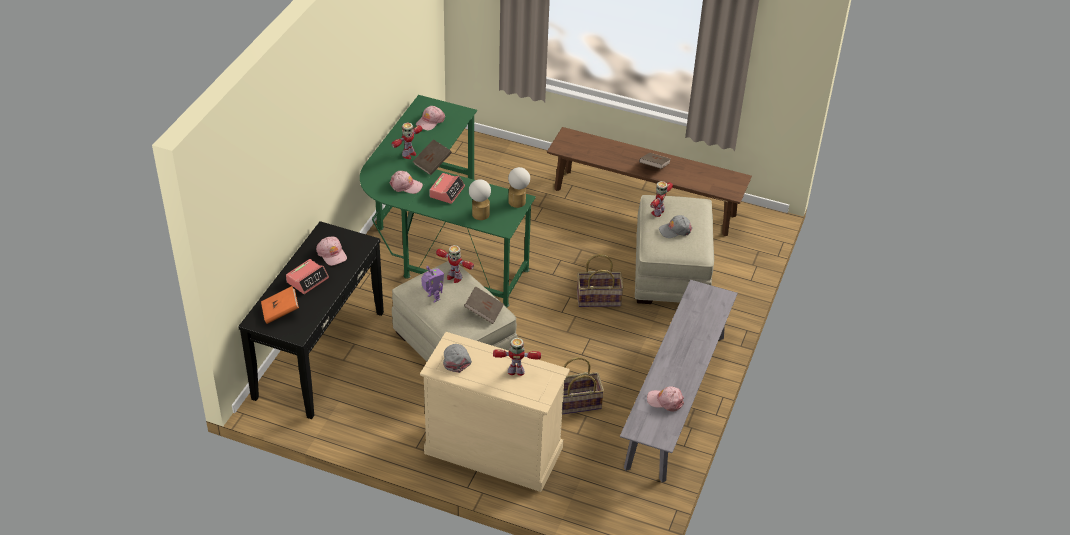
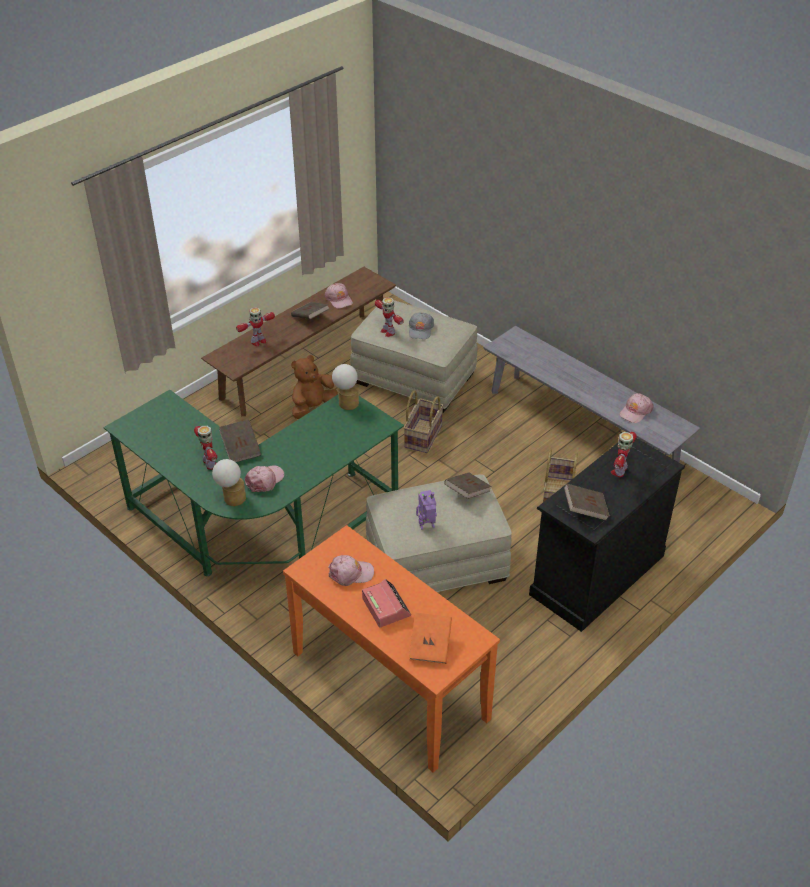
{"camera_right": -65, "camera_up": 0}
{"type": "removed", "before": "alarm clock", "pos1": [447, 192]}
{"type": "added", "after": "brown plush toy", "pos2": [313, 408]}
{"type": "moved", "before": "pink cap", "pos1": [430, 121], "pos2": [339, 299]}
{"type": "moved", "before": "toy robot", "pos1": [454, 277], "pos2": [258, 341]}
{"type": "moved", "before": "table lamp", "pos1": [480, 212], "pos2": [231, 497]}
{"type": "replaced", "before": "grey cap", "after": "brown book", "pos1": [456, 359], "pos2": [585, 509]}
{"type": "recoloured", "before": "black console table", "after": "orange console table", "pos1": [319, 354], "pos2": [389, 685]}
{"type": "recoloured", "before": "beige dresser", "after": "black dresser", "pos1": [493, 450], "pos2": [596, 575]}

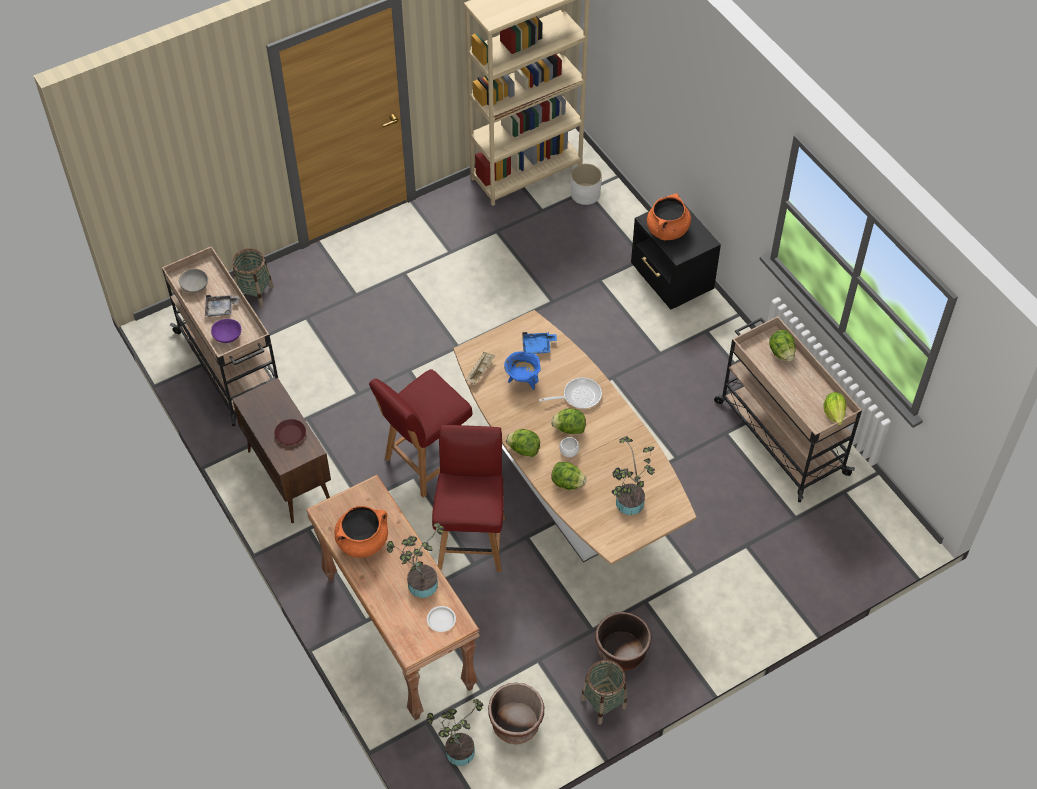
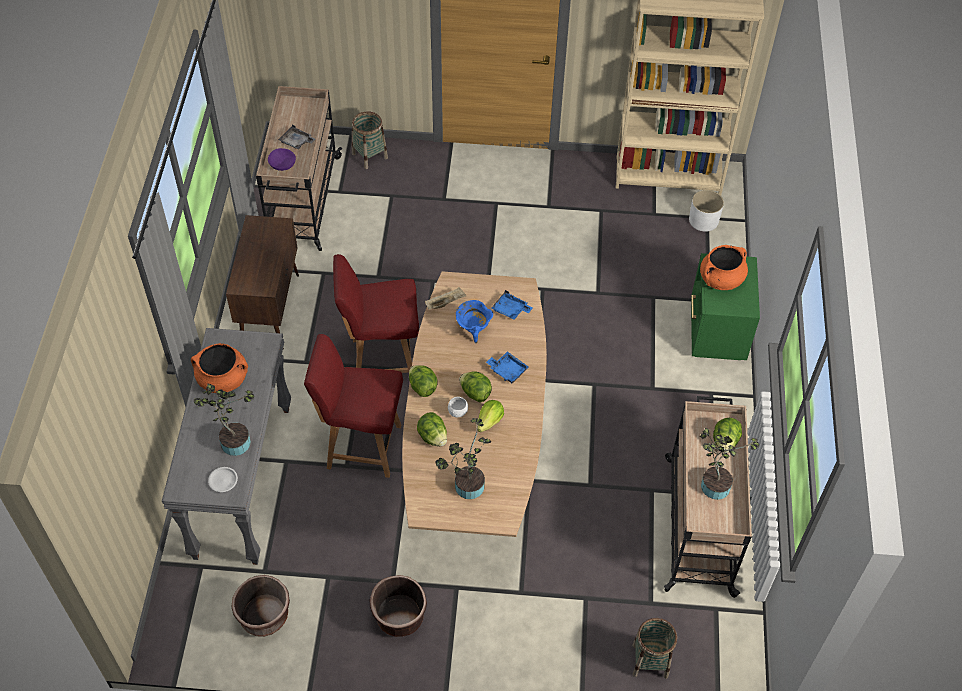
{"camera_right": 35, "camera_up": 0}
{"type": "removed", "before": "grey bowl", "pos1": [195, 286]}
{"type": "removed", "before": "brown plate", "pos1": [290, 434]}
{"type": "moved", "before": "potted plant", "pos1": [456, 751], "pos2": [712, 484]}
{"type": "moved", "before": "basket", "pos1": [603, 703], "pos2": [650, 661]}
{"type": "moved", "before": "lettuce", "pos1": [834, 413], "pos2": [490, 421]}
{"type": "replaced", "before": "frying pan", "after": "blue tray", "pos1": [578, 396], "pos2": [507, 370]}
{"type": "recoloured", "before": "brown console table", "after": "grey console table", "pos1": [397, 632], "pos2": [242, 481]}
{"type": "recoloured", "before": "black nightstand", "after": "green nightstand", "pos1": [671, 281], "pos2": [715, 334]}
{"type": "turned", "before": "red chair", "pos1": [471, 540], "pos2": [362, 446], "turn": -120}

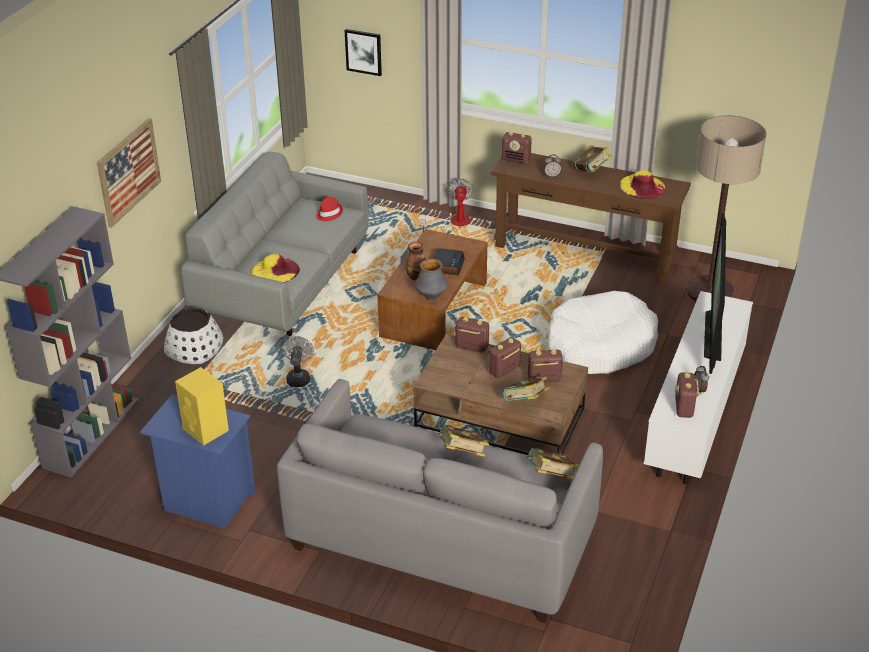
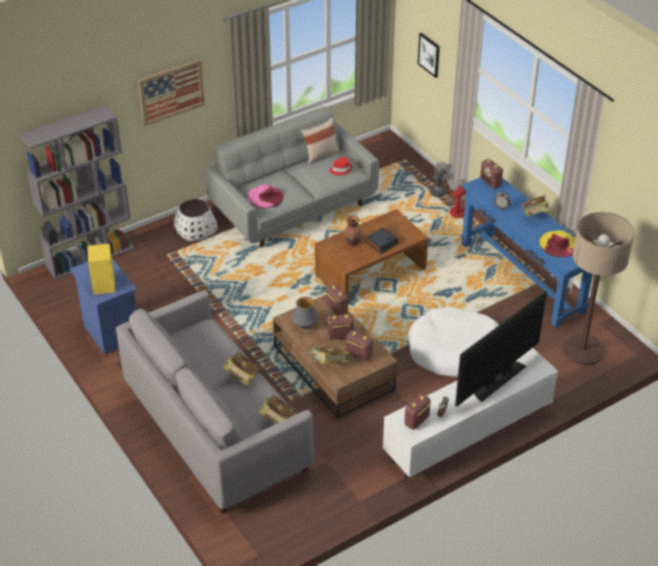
{"camera_right": 35, "camera_up": 5}
{"type": "added", "after": "beige pillow", "pos2": [320, 155]}
{"type": "moved", "before": "grey fan", "pos1": [298, 377], "pos2": [439, 190]}
{"type": "moved", "before": "vase", "pos1": [431, 297], "pos2": [305, 326]}
{"type": "recoloured", "before": "yellow hat", "after": "pink hat", "pos1": [275, 271], "pos2": [265, 197]}
{"type": "recoloured", "before": "brown console table", "after": "blue console table", "pos1": [584, 253], "pos2": [521, 277]}

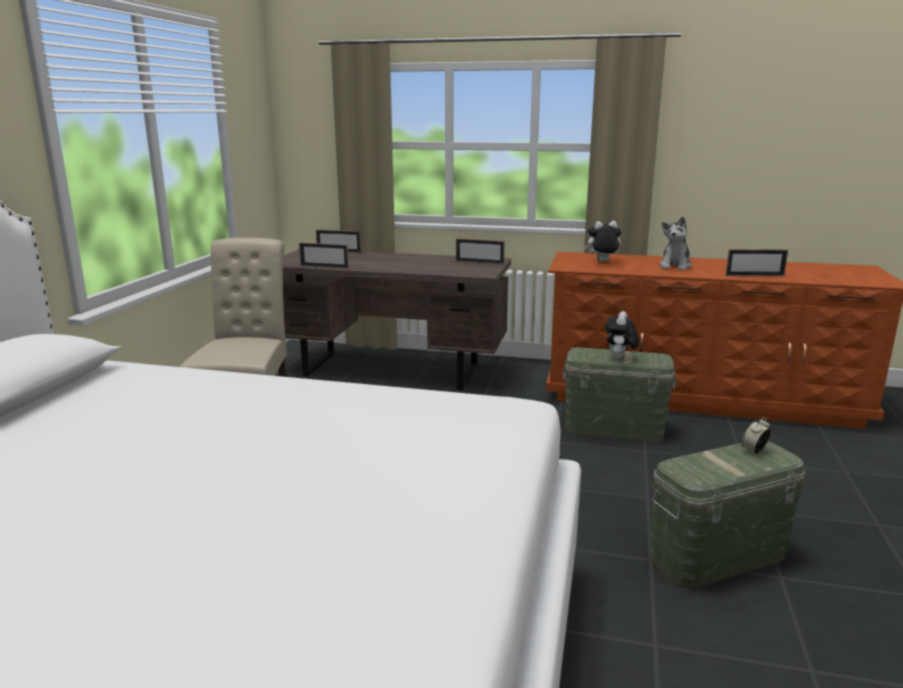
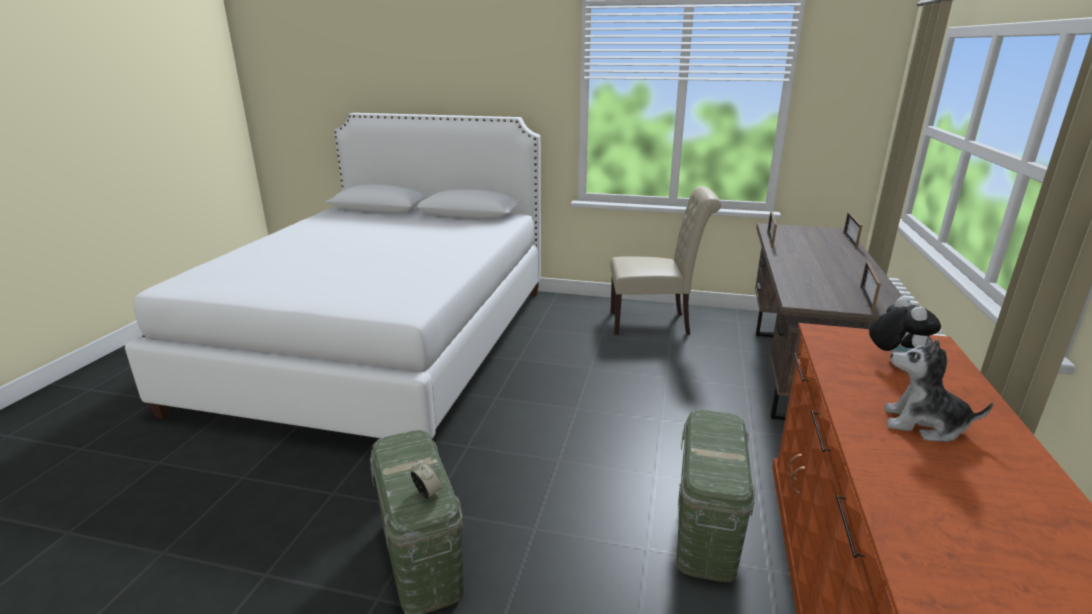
{"camera_right": 90, "camera_up": 5}
{"type": "removed", "before": "plush toy", "pos1": [619, 358]}
{"type": "removed", "before": "picture frame", "pos1": [754, 275]}

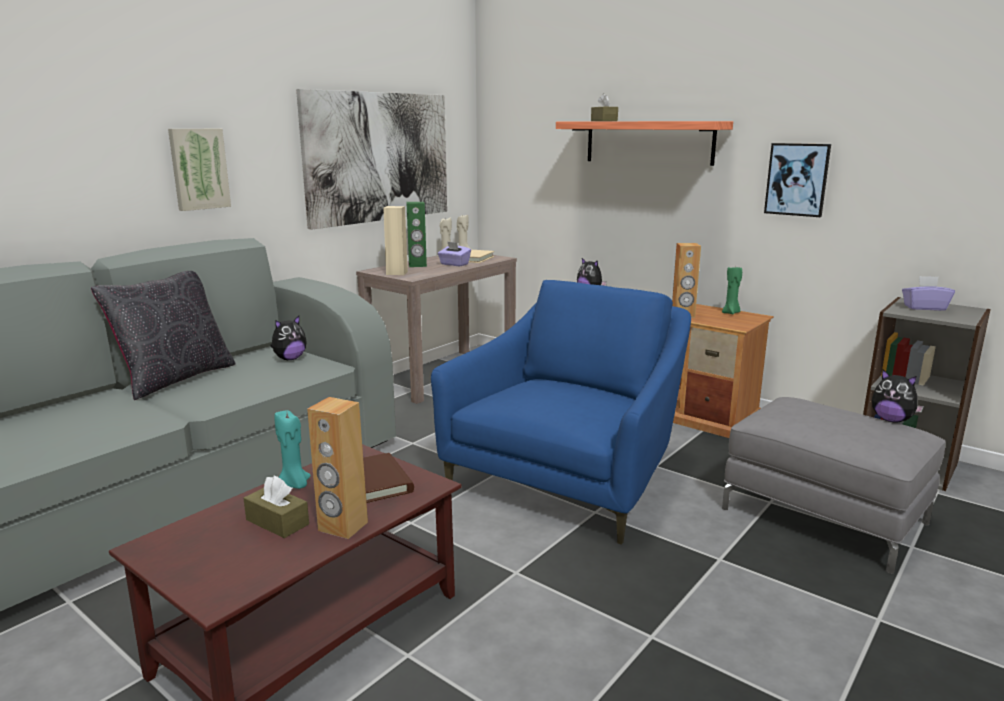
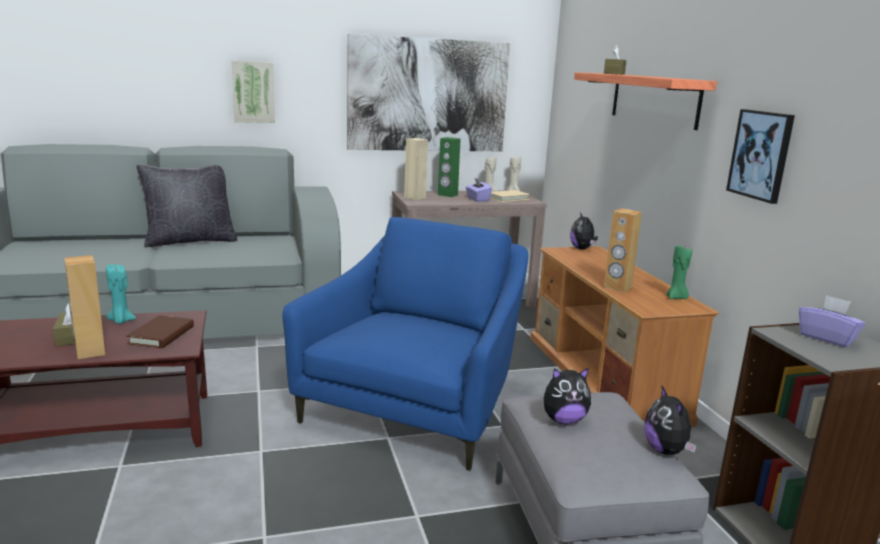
{"camera_right": 35, "camera_up": 0}
{"type": "moved", "before": "plush toy", "pos1": [289, 359], "pos2": [563, 420]}
{"type": "turned", "before": "blue armchair", "pos1": [570, 477], "pos2": [417, 406], "turn": -45}

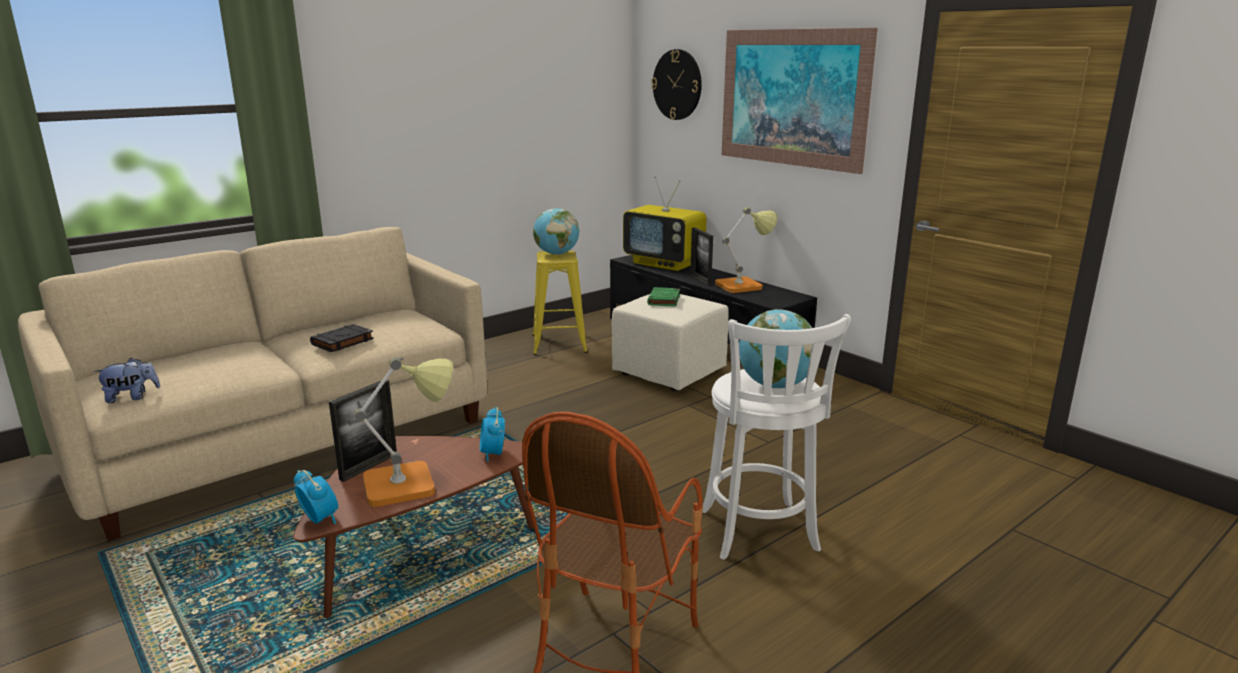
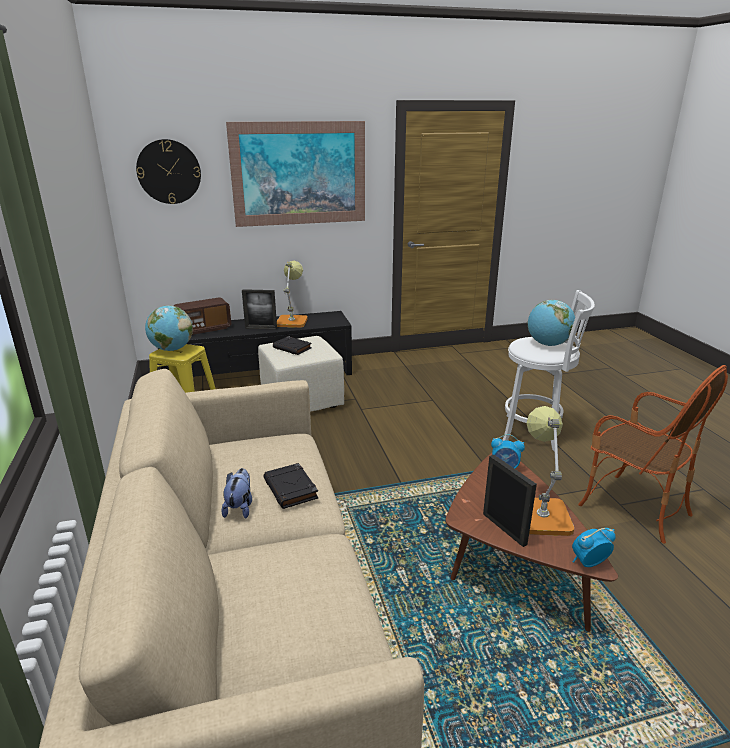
{"camera_right": -65, "camera_up": 5}
{"type": "moved", "before": "plush toy", "pos1": [132, 397], "pos2": [240, 507]}
{"type": "replaced", "before": "television", "after": "radio", "pos1": [665, 263], "pos2": [204, 329]}
{"type": "recoloured", "before": "green book", "after": "black book", "pos1": [664, 300], "pos2": [292, 348]}

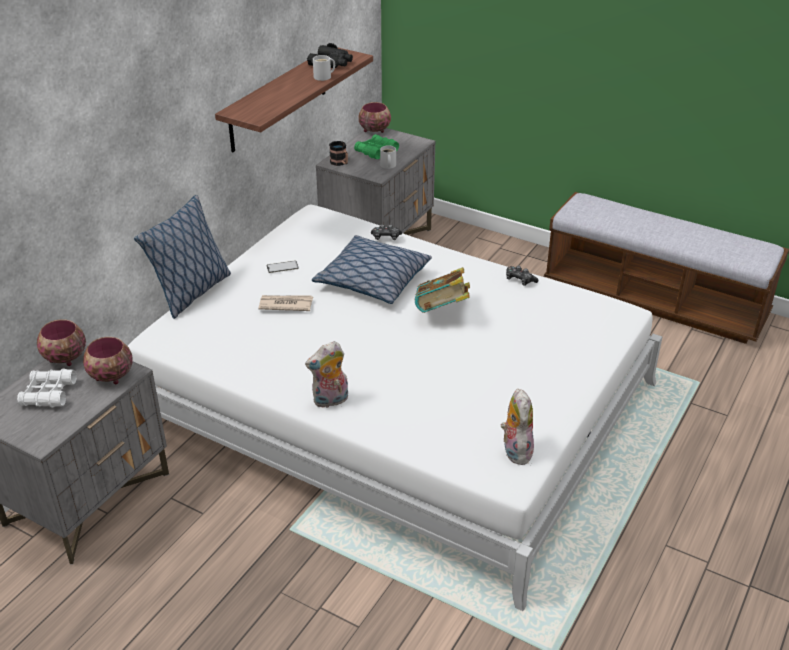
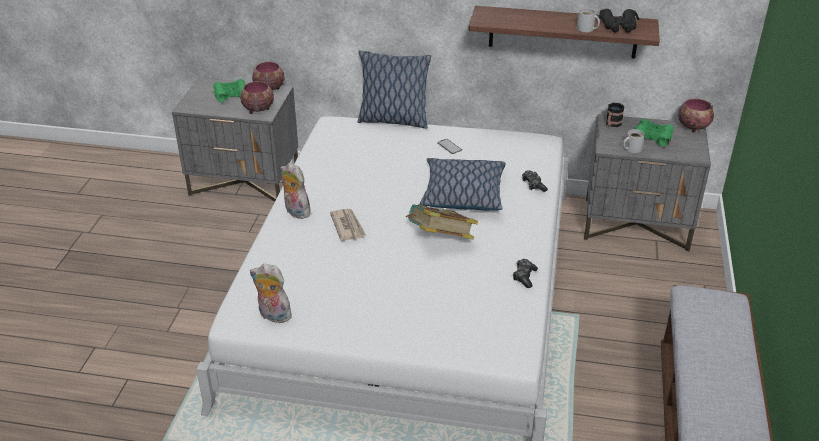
{"camera_right": 70, "camera_up": 0}
{"type": "moved", "before": "newspaper", "pos1": [285, 304], "pos2": [348, 226]}
{"type": "recoloured", "before": "white binoculars", "after": "green binoculars", "pos1": [48, 394], "pos2": [231, 95]}
{"type": "turned", "before": "plush toy", "pos1": [515, 450], "pos2": [273, 316], "turn": -135}

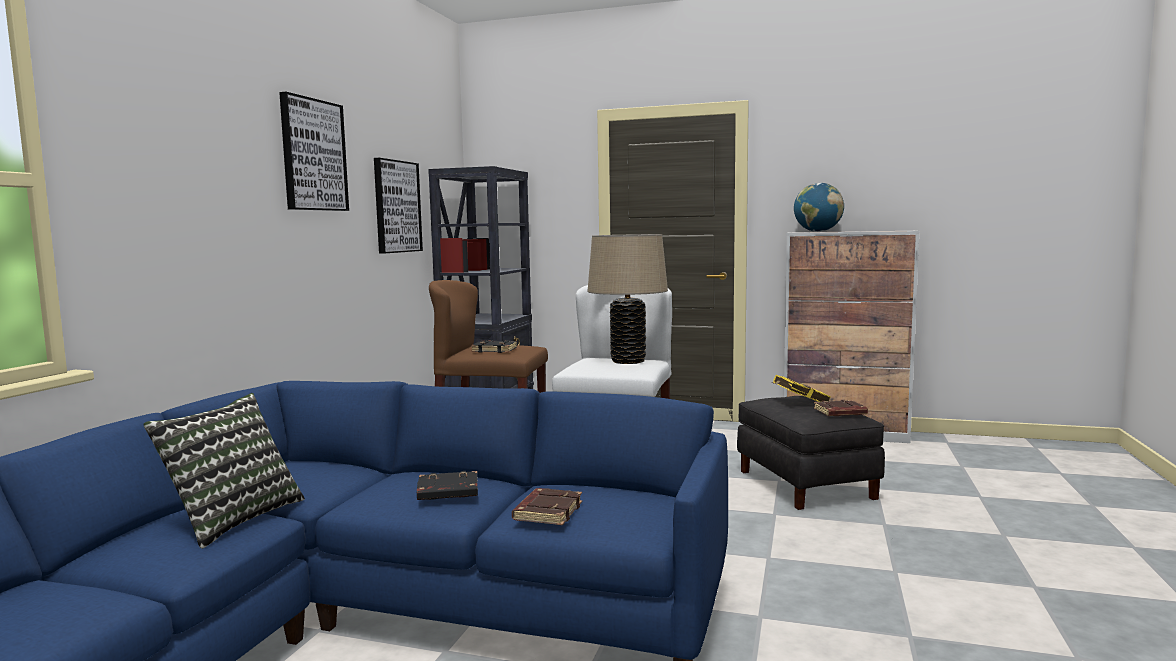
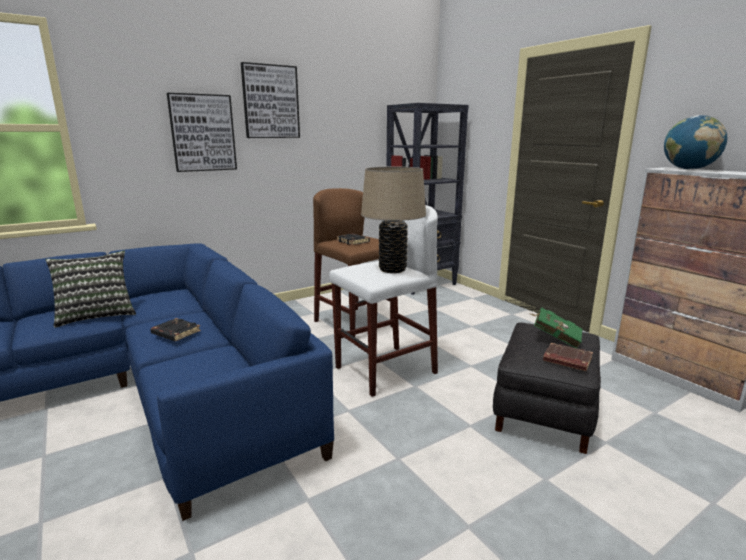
{"camera_right": 40, "camera_up": 10}
{"type": "removed", "before": "brown book", "pos1": [547, 512]}
{"type": "moved", "before": "picture", "pos1": [396, 206], "pos2": [203, 133]}
{"type": "recoloured", "before": "yellow book", "after": "green book", "pos1": [798, 402], "pos2": [554, 338]}

